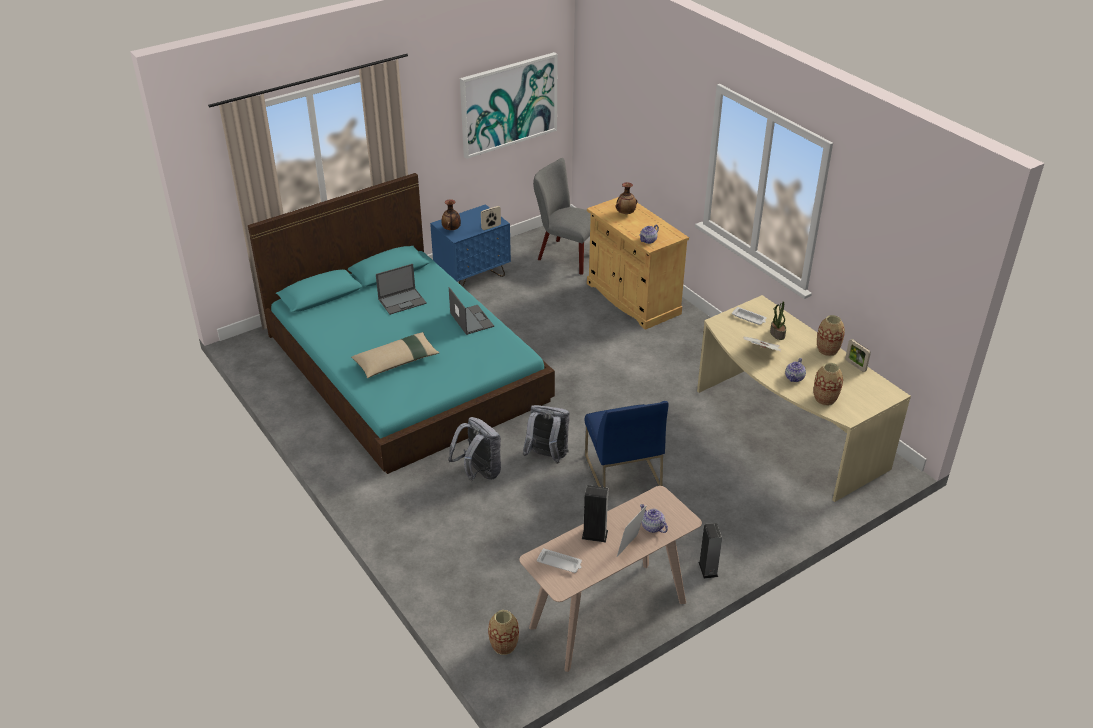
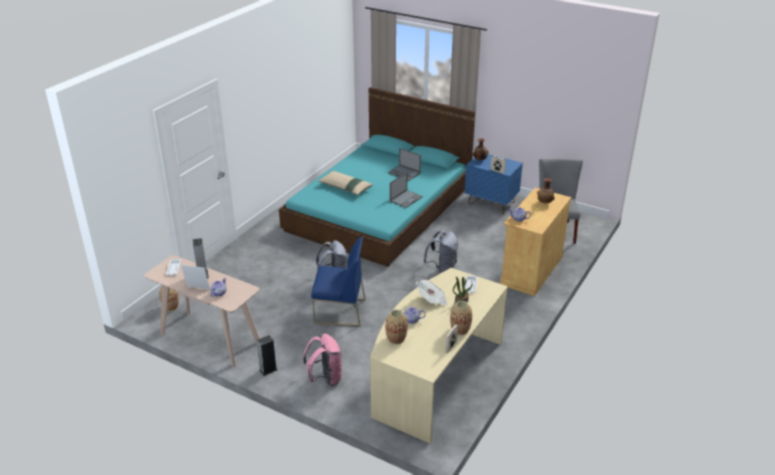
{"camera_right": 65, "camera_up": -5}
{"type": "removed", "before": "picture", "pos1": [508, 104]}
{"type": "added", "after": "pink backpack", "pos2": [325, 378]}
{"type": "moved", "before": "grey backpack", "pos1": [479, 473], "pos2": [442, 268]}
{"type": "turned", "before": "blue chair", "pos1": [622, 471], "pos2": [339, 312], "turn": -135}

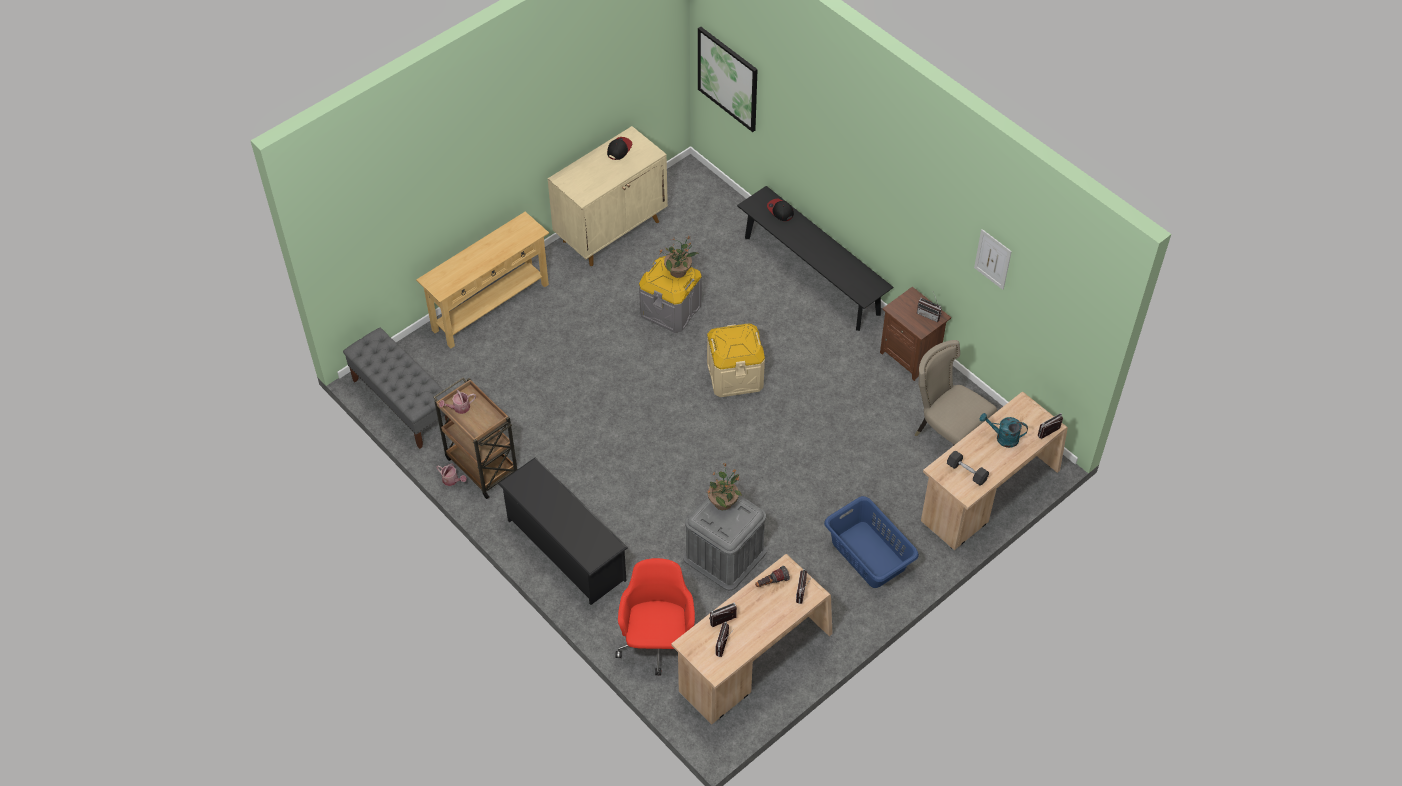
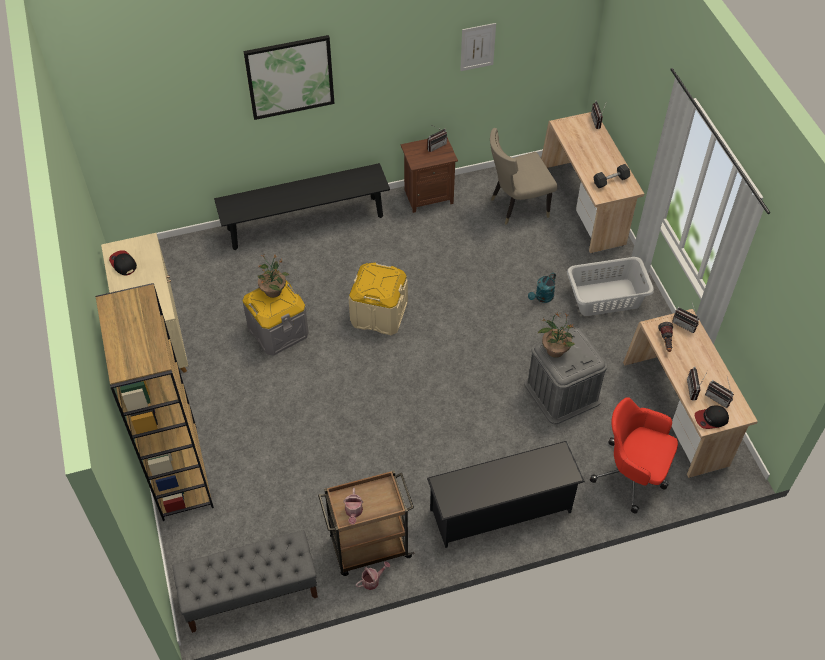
{"camera_right": -65, "camera_up": 0}
{"type": "moved", "before": "picture", "pos1": [728, 78], "pos2": [290, 77]}
{"type": "moved", "before": "cap", "pos1": [780, 211], "pos2": [711, 419]}
{"type": "moved", "before": "turquoise watering can", "pos1": [1003, 438], "pos2": [542, 298]}
{"type": "replaced", "before": "beige console table", "after": "brown bookcase", "pos1": [490, 307], "pos2": [179, 471]}
{"type": "recoloured", "before": "blue laundry basket", "after": "grey laundry basket", "pos1": [868, 555], "pos2": [606, 298]}

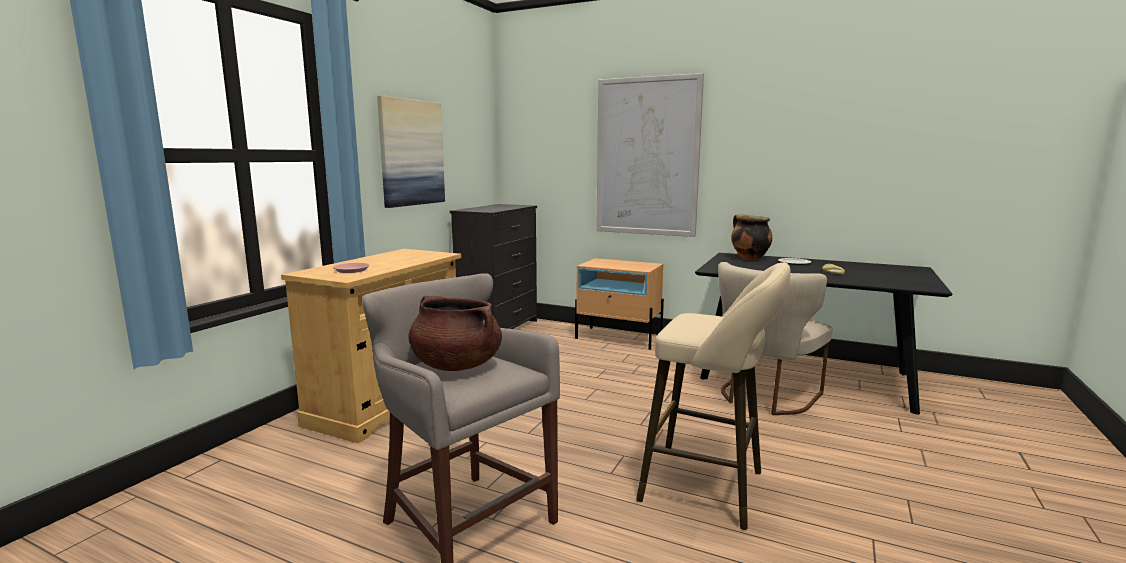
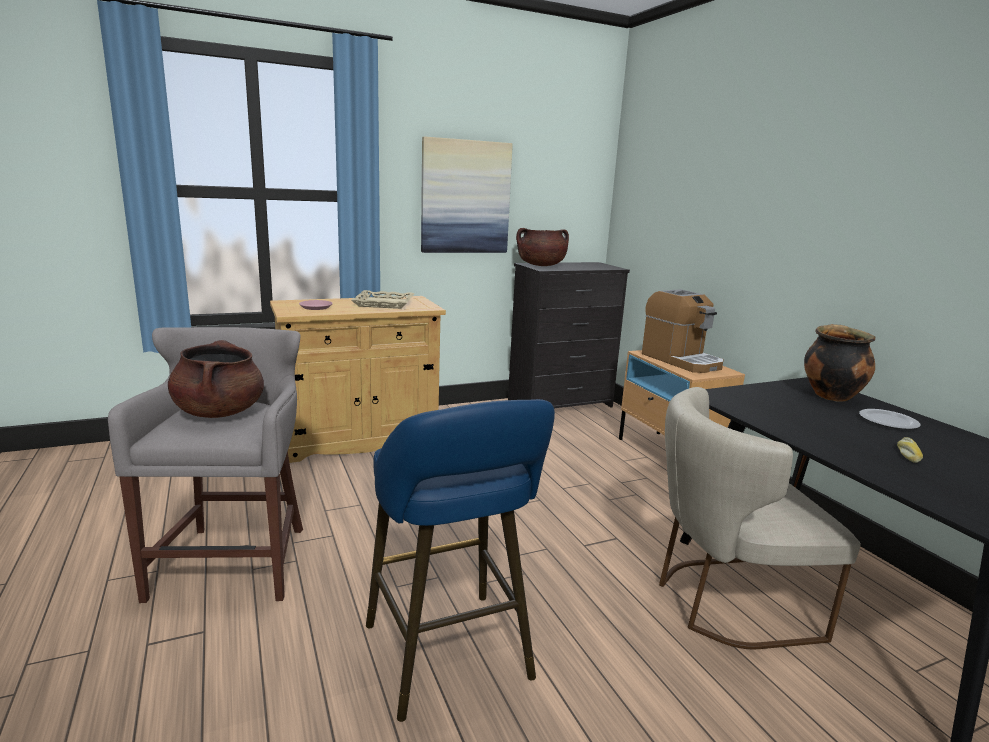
{"camera_right": 40, "camera_up": 5}
{"type": "removed", "before": "picture", "pos1": [647, 157]}
{"type": "added", "after": "beige tray", "pos2": [384, 303]}
{"type": "added", "after": "brown cooking pot", "pos2": [541, 265]}
{"type": "added", "after": "coffee machine", "pos2": [681, 360]}
{"type": "recoloured", "before": "beige stool", "after": "blue stool", "pos1": [710, 488], "pos2": [451, 658]}

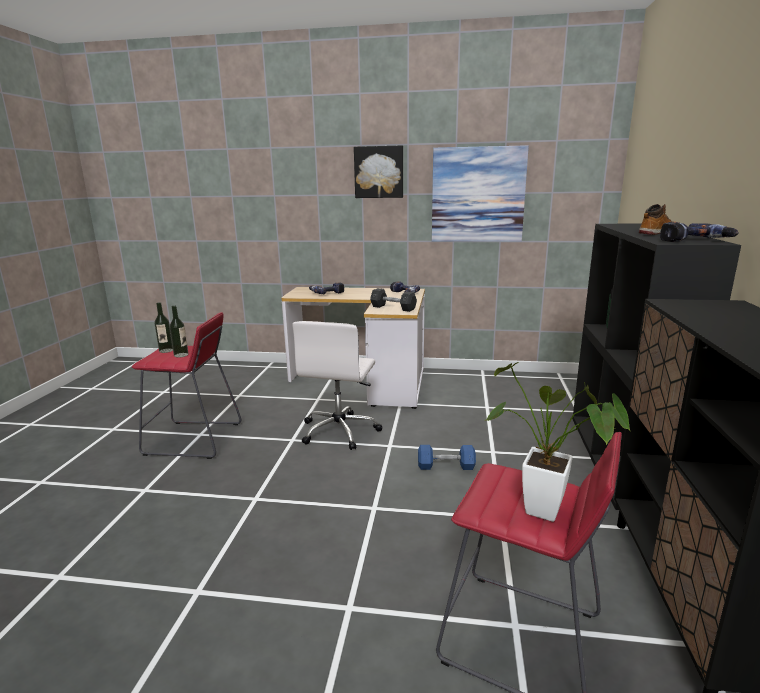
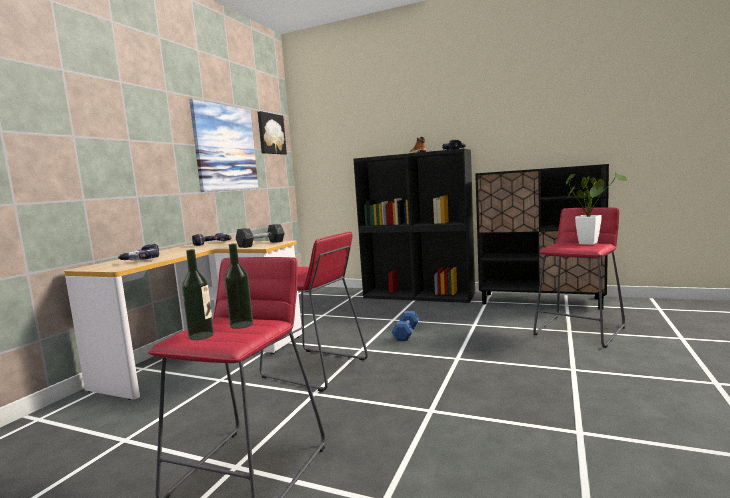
{"camera_right": -75, "camera_up": -10}
{"type": "moved", "before": "picture", "pos1": [379, 172], "pos2": [270, 134]}
{"type": "replaced", "before": "white office chair", "after": "red stool", "pos1": [340, 431], "pos2": [315, 368]}

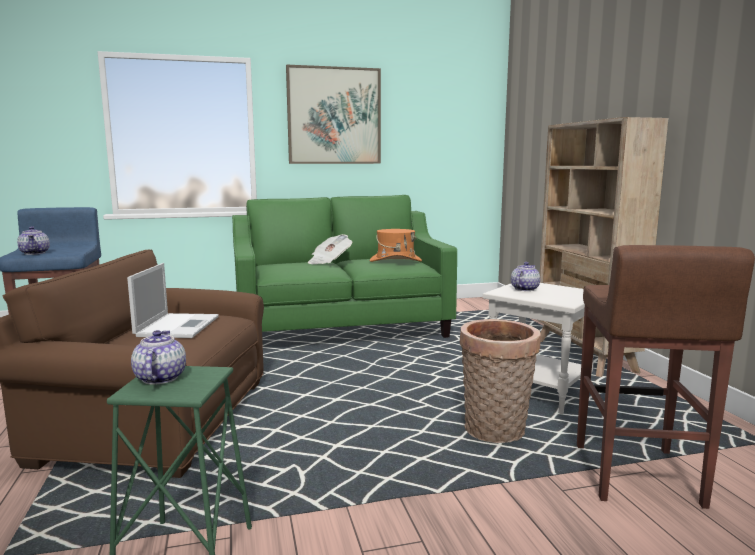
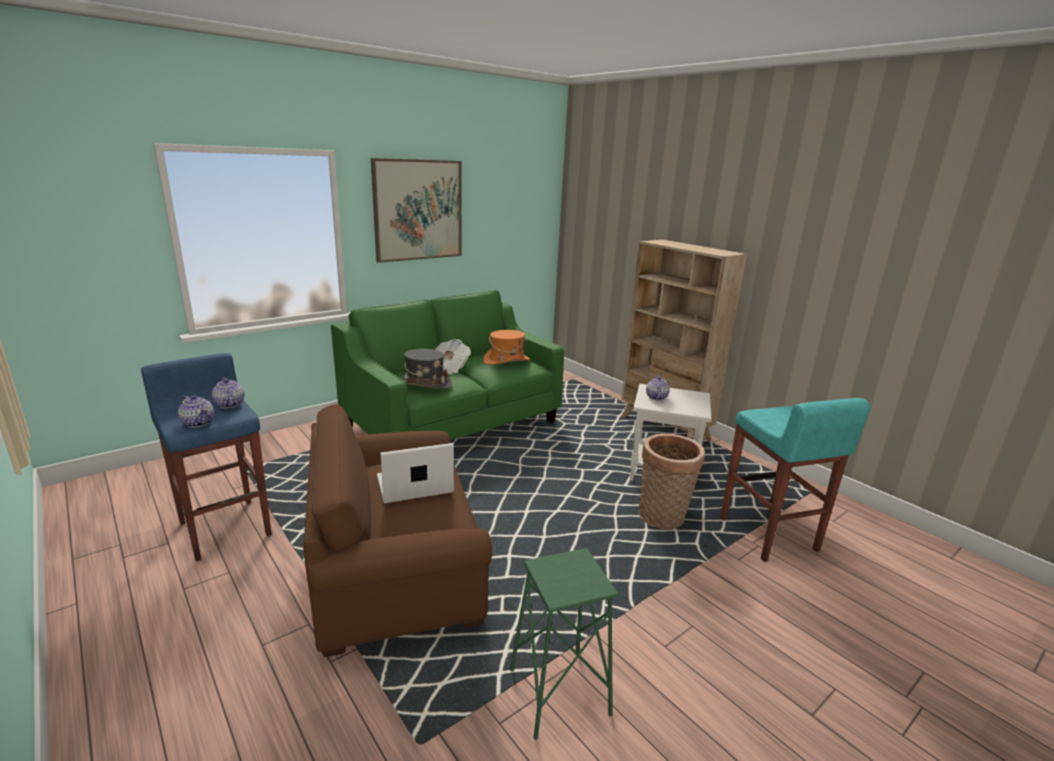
{"camera_right": -25, "camera_up": 10}
{"type": "added", "after": "grey hat", "pos2": [424, 384]}
{"type": "moved", "before": "teapot", "pos1": [159, 378], "pos2": [229, 404]}
{"type": "recoloured", "before": "brown stool", "after": "turquoise stool", "pos1": [635, 475], "pos2": [768, 535]}
{"type": "turned", "before": "laptop", "pos1": [178, 326], "pos2": [413, 485], "turn": -90}

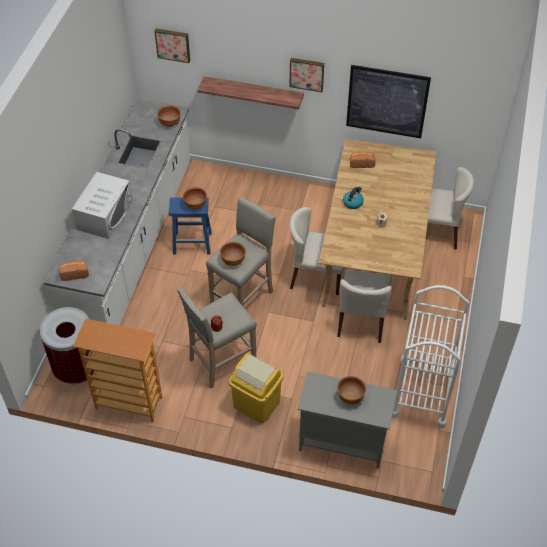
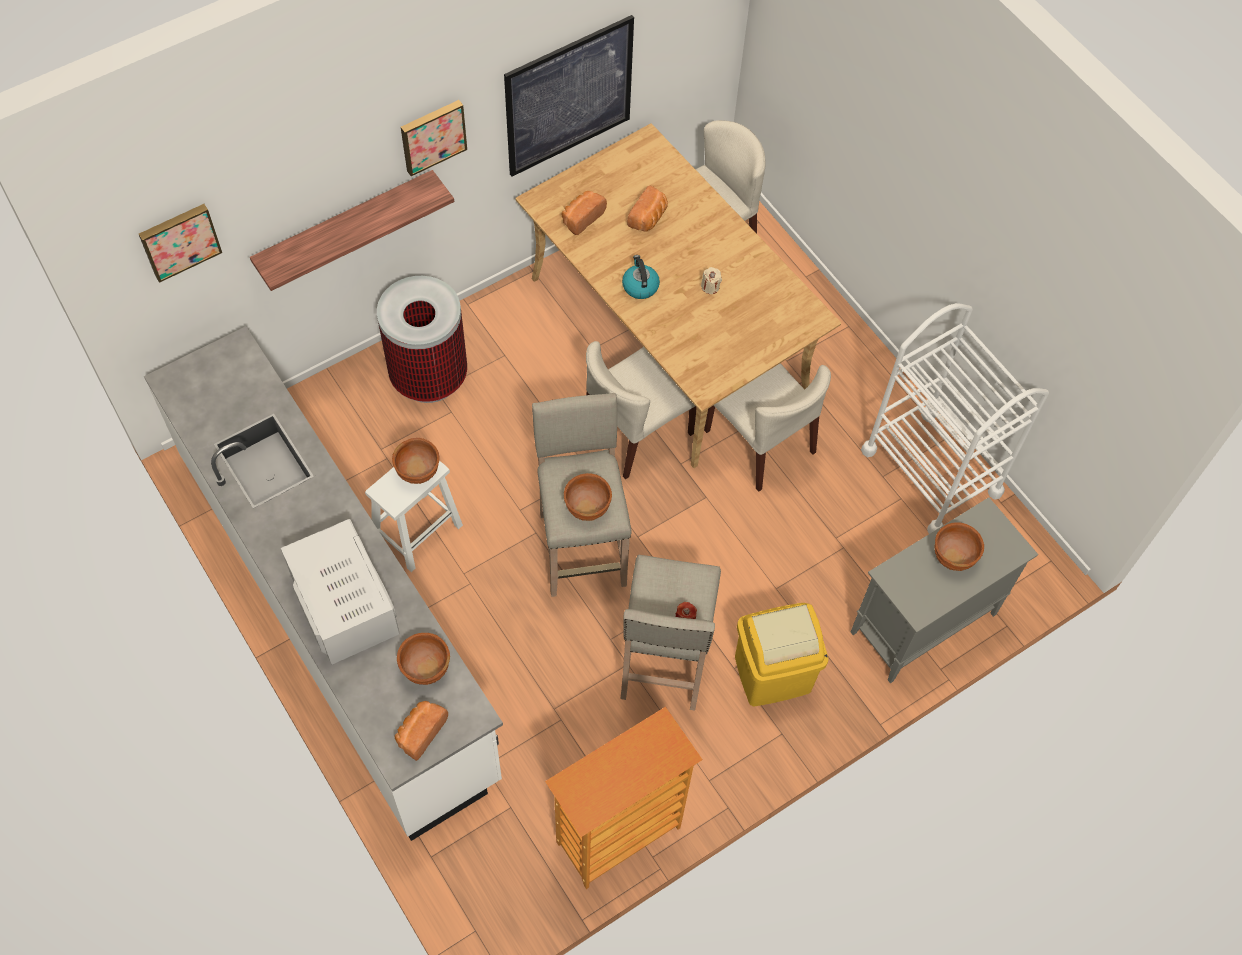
{"camera_right": -50, "camera_up": 10}
{"type": "added", "after": "bread", "pos2": [648, 218]}
{"type": "moved", "before": "trash can", "pos1": [77, 368], "pos2": [428, 376]}
{"type": "moved", "before": "brown bowl", "pos1": [170, 123], "pos2": [425, 667]}
{"type": "recoloured", "before": "blue stool", "after": "white stool", "pos1": [193, 243], "pos2": [418, 530]}

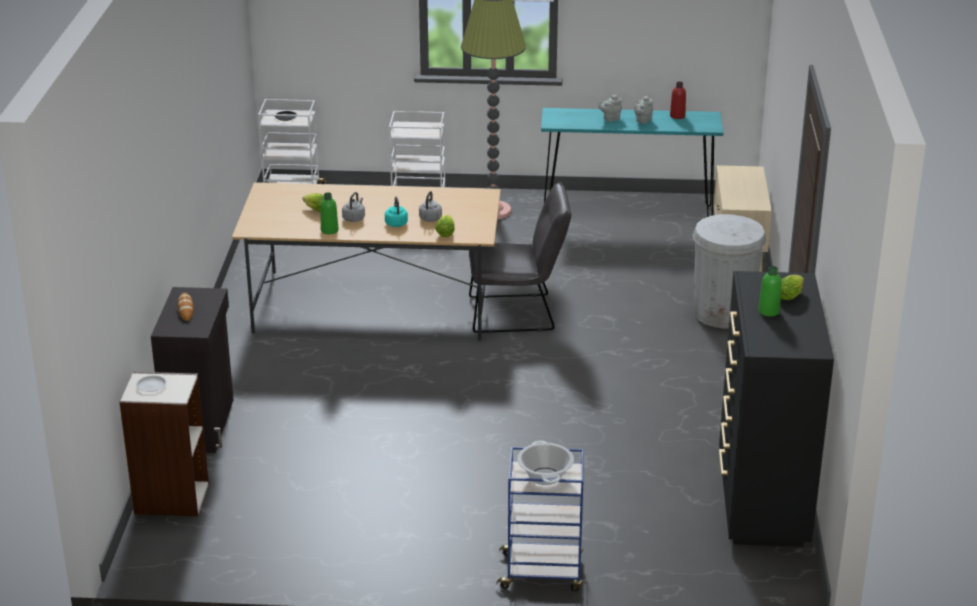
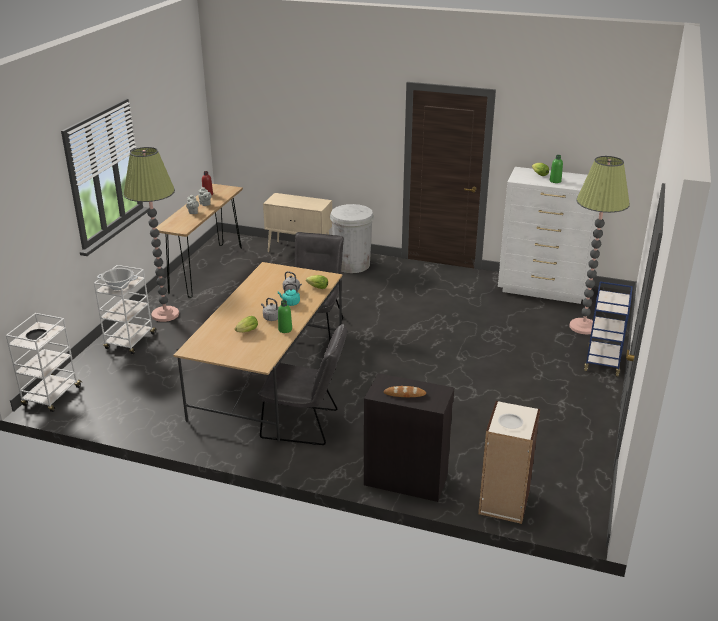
{"camera_right": -75, "camera_up": 0}
{"type": "added", "after": "grey chair", "pos2": [305, 425]}
{"type": "added", "after": "floor lamp", "pos2": [583, 327]}
{"type": "moved", "before": "cooking pot", "pos1": [545, 476], "pos2": [119, 286]}
{"type": "recoloured", "before": "turquoise console table", "after": "brown console table", "pos1": [627, 211], "pos2": [206, 270]}
{"type": "recoloured", "before": "black dresser", "after": "white dresser", "pos1": [761, 501], "pos2": [543, 290]}

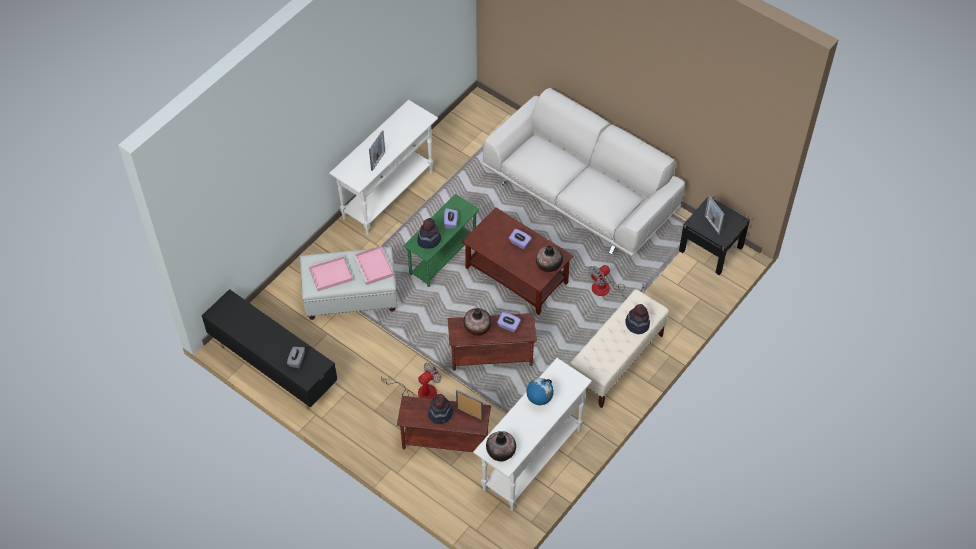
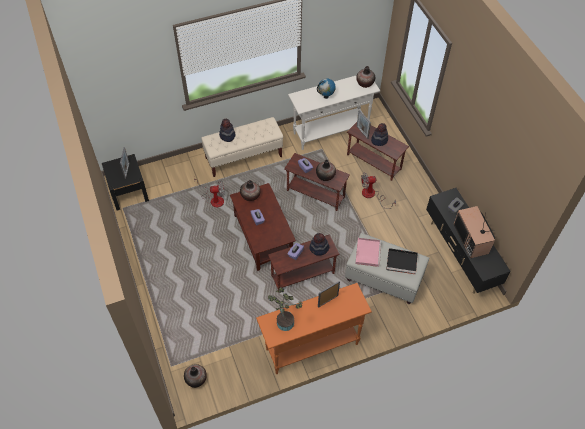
{"camera_right": -150, "camera_up": 0}
{"type": "removed", "before": "white sofa", "pos1": [581, 195]}
{"type": "added", "after": "vase", "pos2": [196, 379]}
{"type": "added", "after": "potted plant", "pos2": [284, 321]}
{"type": "added", "after": "television", "pos2": [472, 239]}
{"type": "recoloured", "before": "pink tray", "after": "black tray", "pos1": [330, 275], "pos2": [402, 262]}
{"type": "recoloured", "before": "white console table", "after": "orange console table", "pos1": [388, 195], "pos2": [311, 346]}
{"type": "recoloured", "before": "green side table", "after": "brown side table", "pos1": [442, 256], "pos2": [303, 275]}

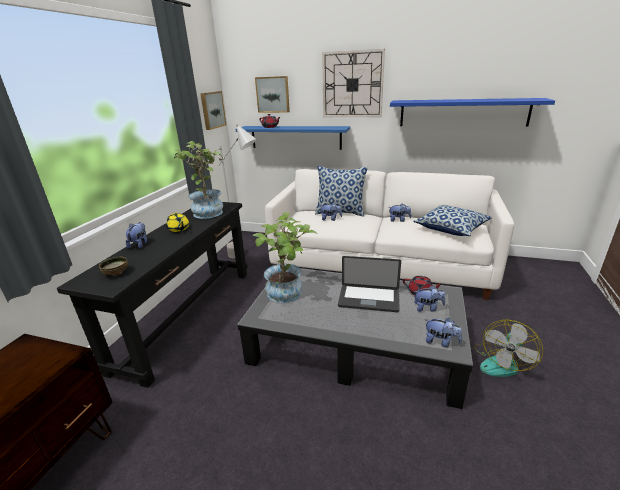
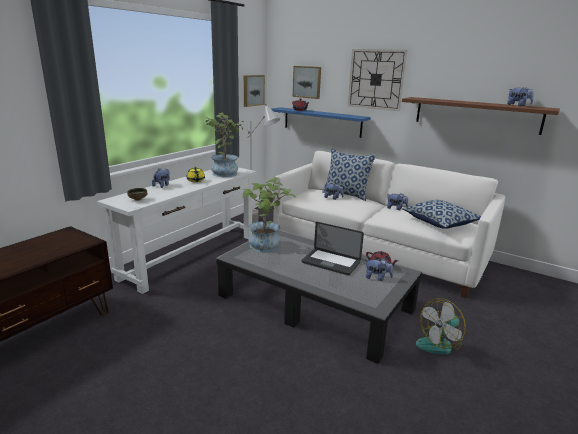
{"camera_right": 15, "camera_up": -5}
{"type": "moved", "before": "plush toy", "pos1": [441, 342], "pos2": [518, 105]}
{"type": "recoloured", "before": "black console table", "after": "white console table", "pos1": [188, 316], "pos2": [191, 256]}
{"type": "recoloured", "before": "blue shelf", "after": "brown shelf", "pos1": [463, 112], "pos2": [476, 115]}

